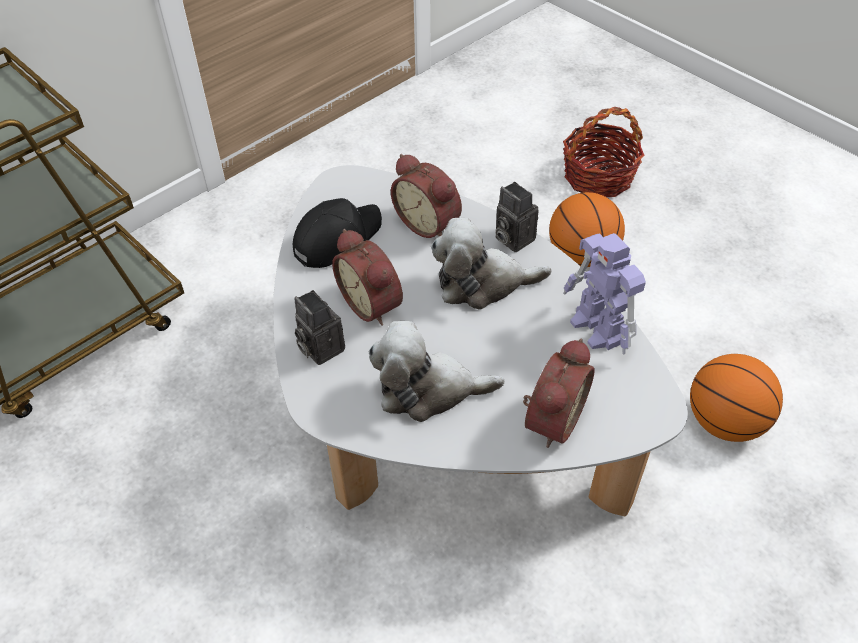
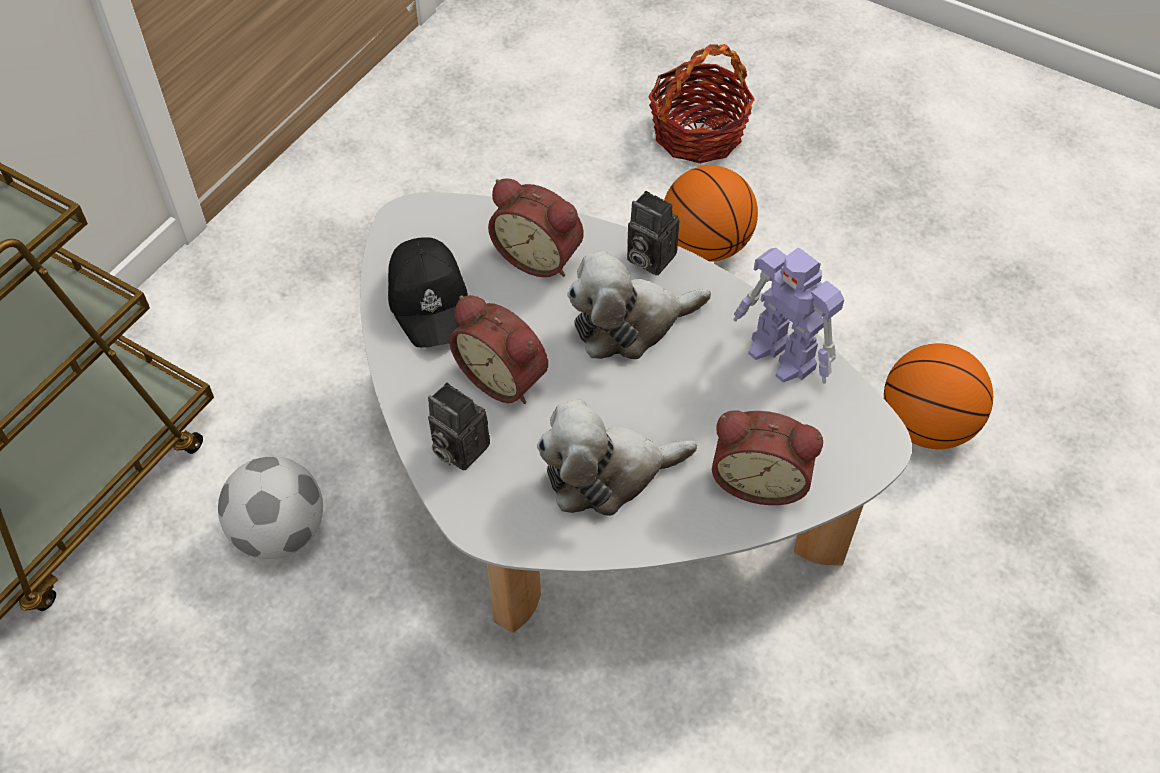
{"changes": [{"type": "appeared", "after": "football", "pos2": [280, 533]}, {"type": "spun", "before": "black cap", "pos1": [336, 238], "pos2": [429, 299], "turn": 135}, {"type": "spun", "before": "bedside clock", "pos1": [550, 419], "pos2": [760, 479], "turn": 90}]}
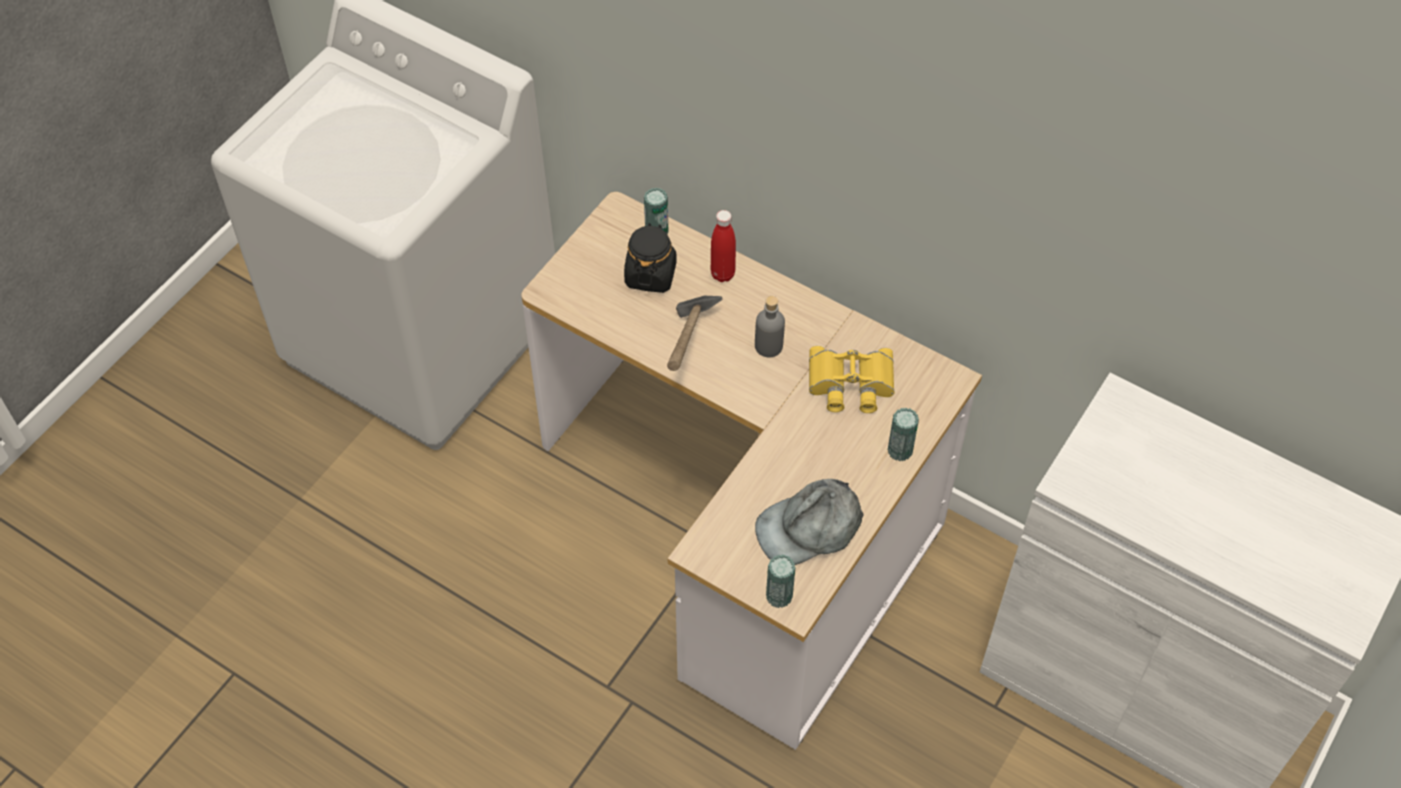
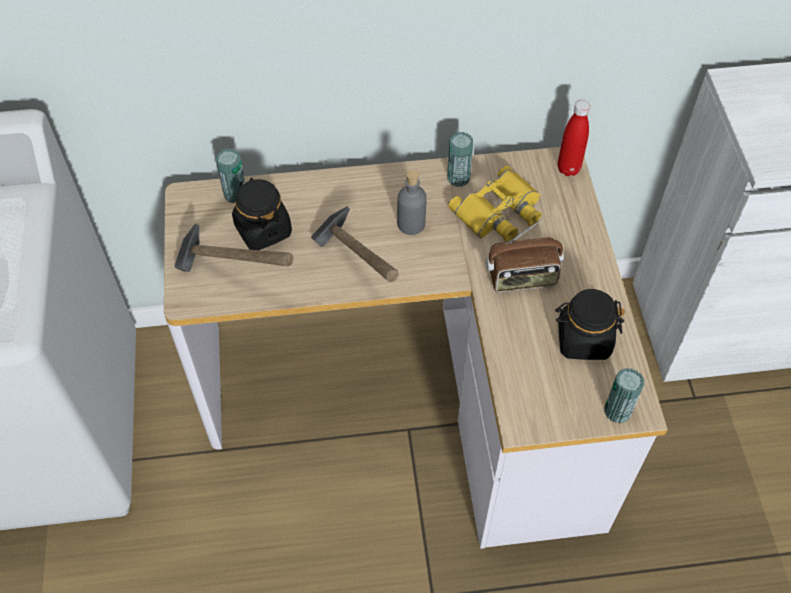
{"changes": [{"type": "appeared", "after": "tool hammer", "pos2": [235, 279]}, {"type": "relocated", "before": "sealed can", "pos1": [900, 450], "pos2": [458, 178]}, {"type": "appeared", "after": "radio", "pos2": [522, 279]}, {"type": "exchanged", "before": "greyish cap", "after": "black jar", "pos1": [810, 527], "pos2": [583, 340]}, {"type": "relocated", "before": "reddish beverage bottle", "pos1": [722, 274], "pos2": [568, 169]}]}
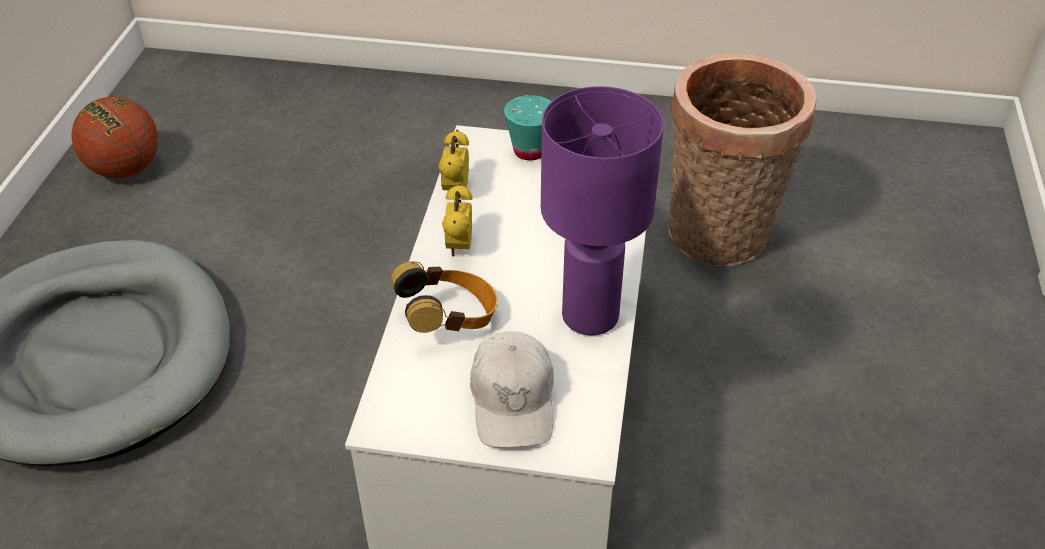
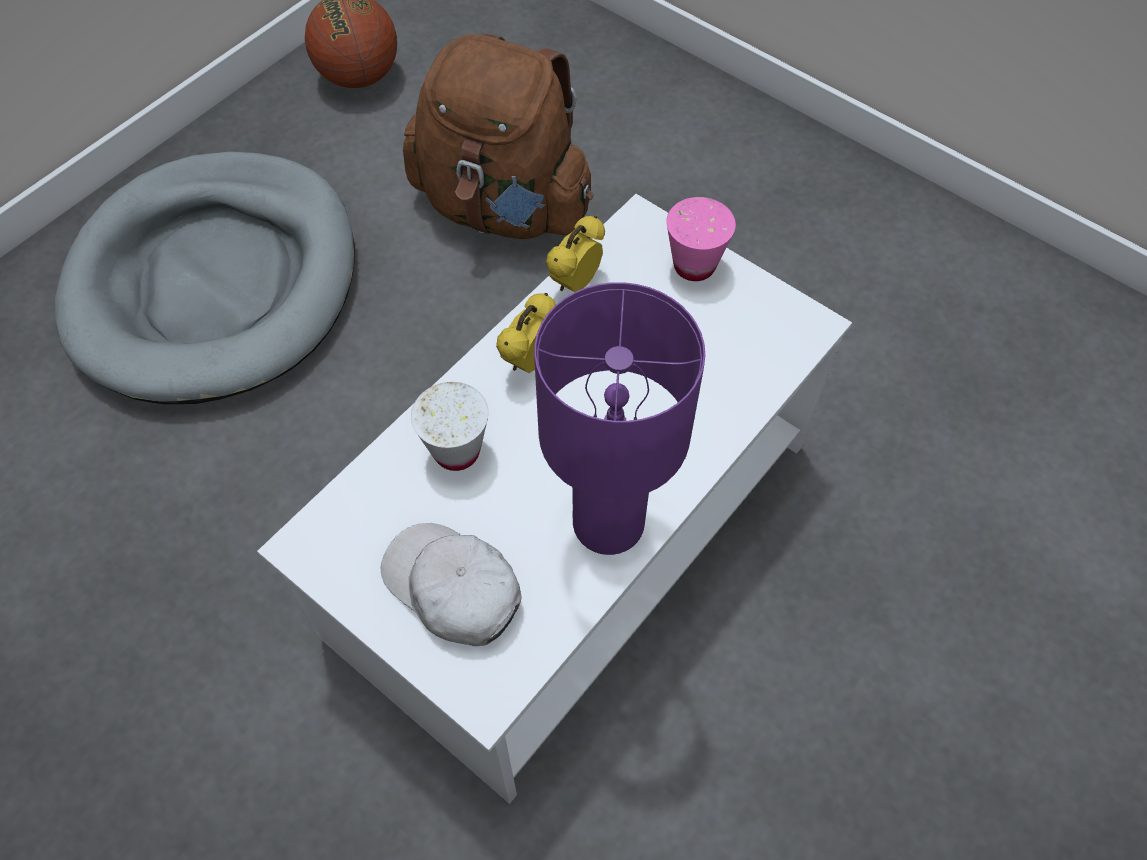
{"changes": [{"type": "spun", "before": "white-coloured cap", "pos1": [513, 400], "pos2": [453, 588], "turn": 105}, {"type": "appeared", "after": "brown rucksack", "pos2": [503, 206]}, {"type": "exchanged", "before": "headset", "after": "white-coloured small cup", "pos1": [449, 319], "pos2": [456, 451]}, {"type": "colour", "before": "blue-green small cup", "after": "pinkish small cup", "pos1": [530, 151], "pos2": [694, 265]}, {"type": "missing", "before": "basket", "pos1": [720, 238]}]}
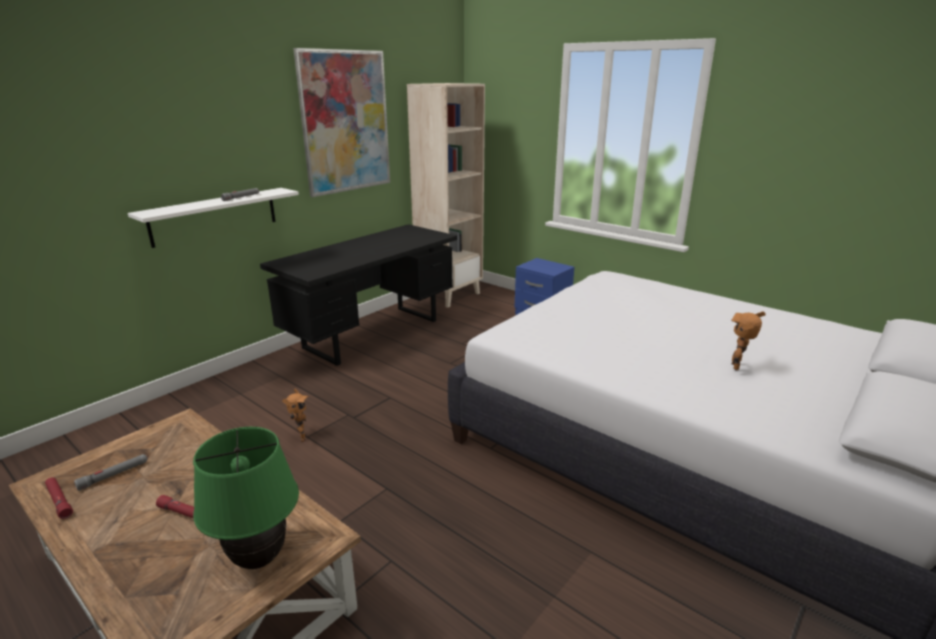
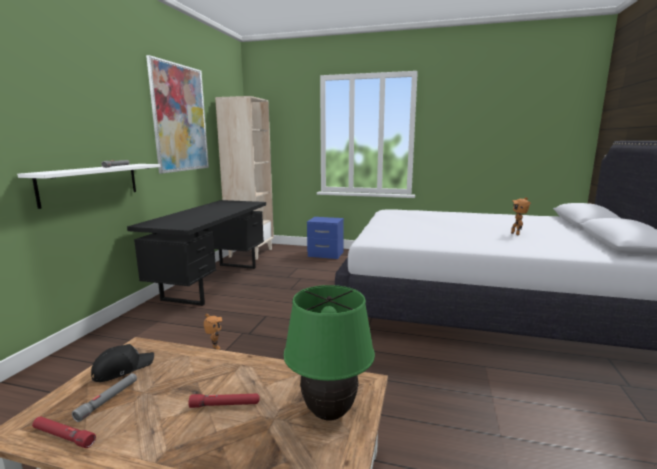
{"changes": [{"type": "appeared", "after": "black cap", "pos2": [122, 368]}]}
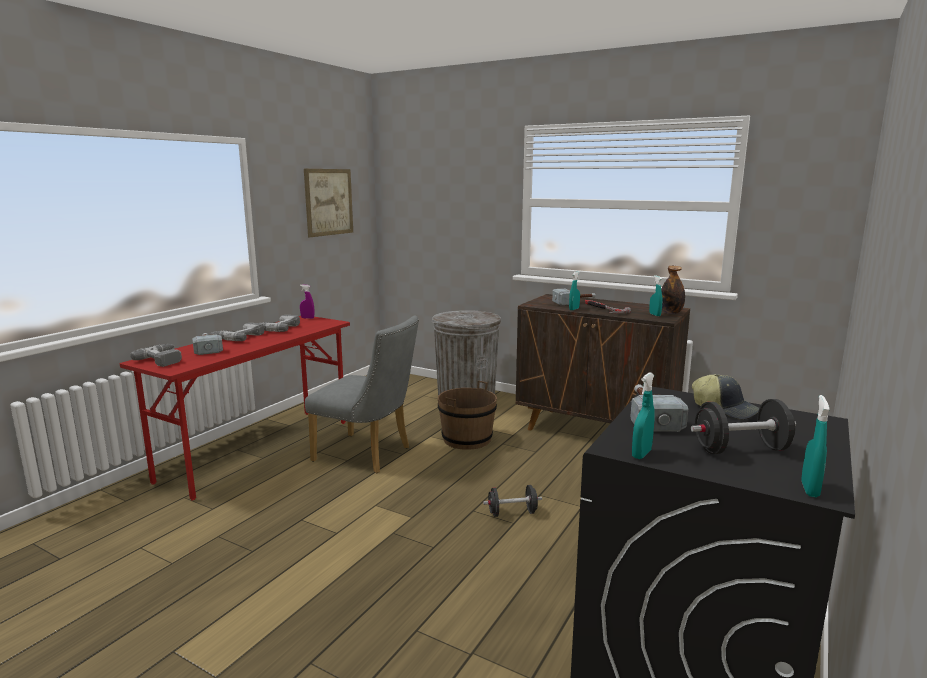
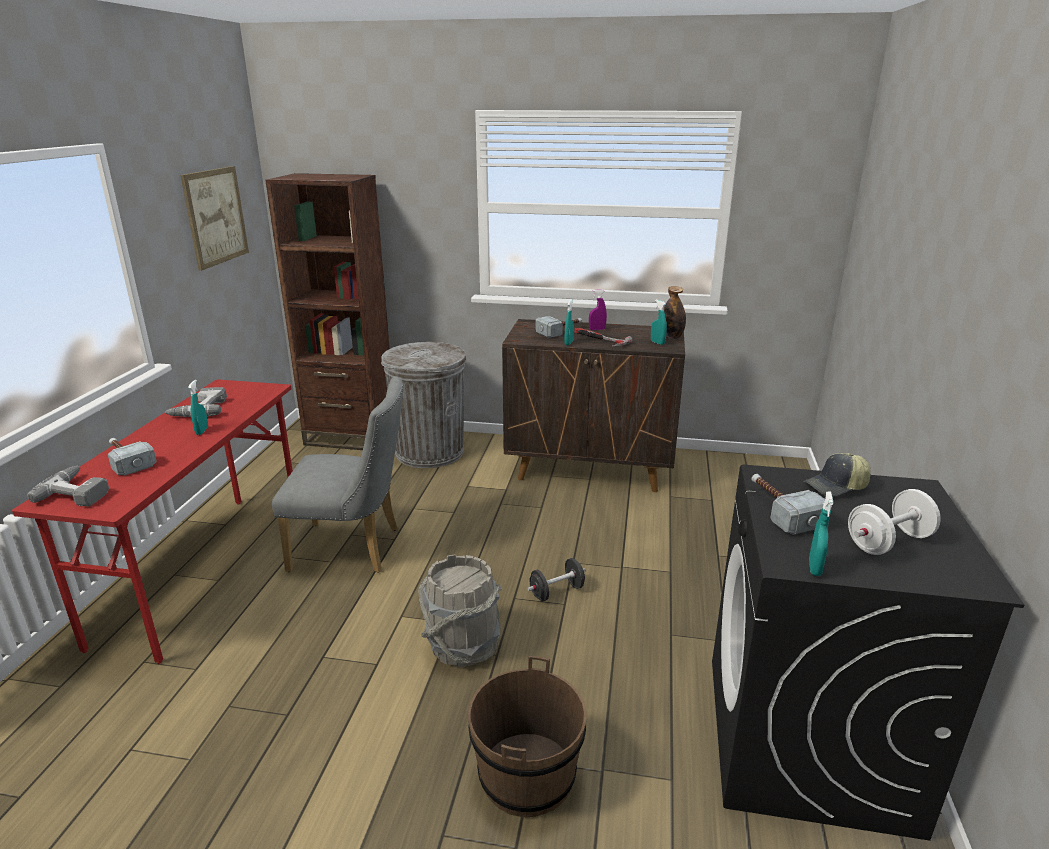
{"changes": [{"type": "relocated", "before": "blue-green sprayer", "pos1": [810, 489], "pos2": [202, 431]}, {"type": "appeared", "after": "brown bookcase", "pos2": [351, 436]}, {"type": "appeared", "after": "greyish water bucket", "pos2": [463, 645]}, {"type": "relocated", "before": "brown water bucket", "pos1": [466, 439], "pos2": [526, 775]}, {"type": "relocated", "before": "purple sprayer", "pos1": [307, 318], "pos2": [597, 329]}, {"type": "spun", "before": "cap", "pos1": [725, 409], "pos2": [836, 487], "turn": 135}, {"type": "colour", "before": "black dumbbell", "after": "white-coloured dumbbell", "pos1": [740, 449], "pos2": [888, 542]}, {"type": "missing", "before": "drill", "pos1": [238, 337]}]}
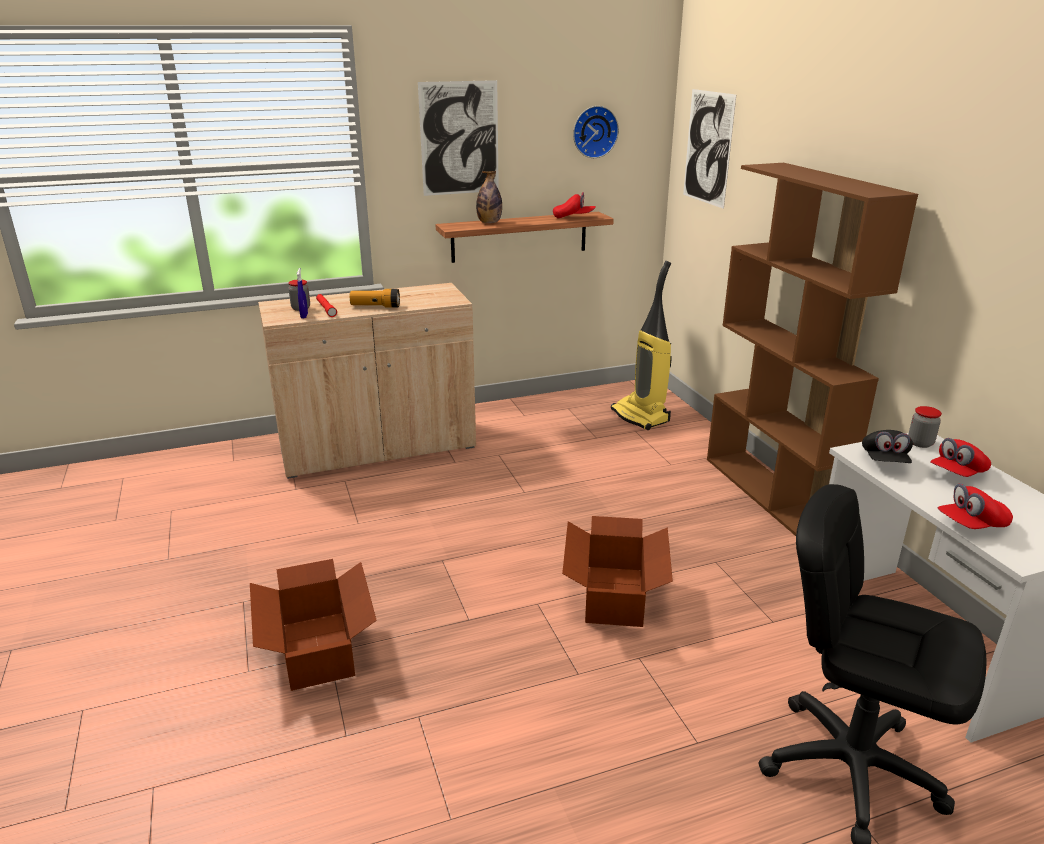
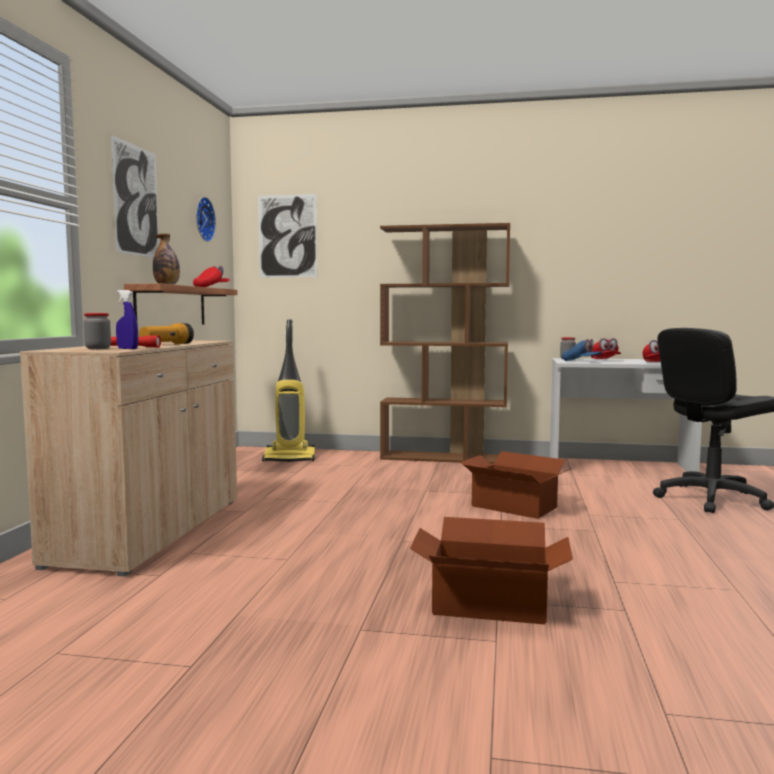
{"changes": [{"type": "colour", "before": "black cap", "after": "bluish cap", "pos1": [884, 461], "pos2": [581, 361]}]}
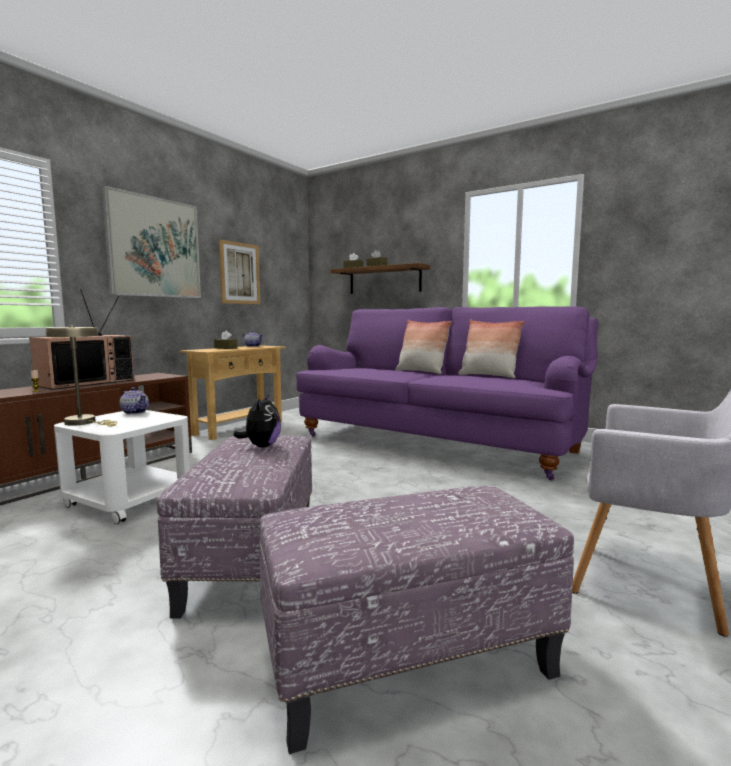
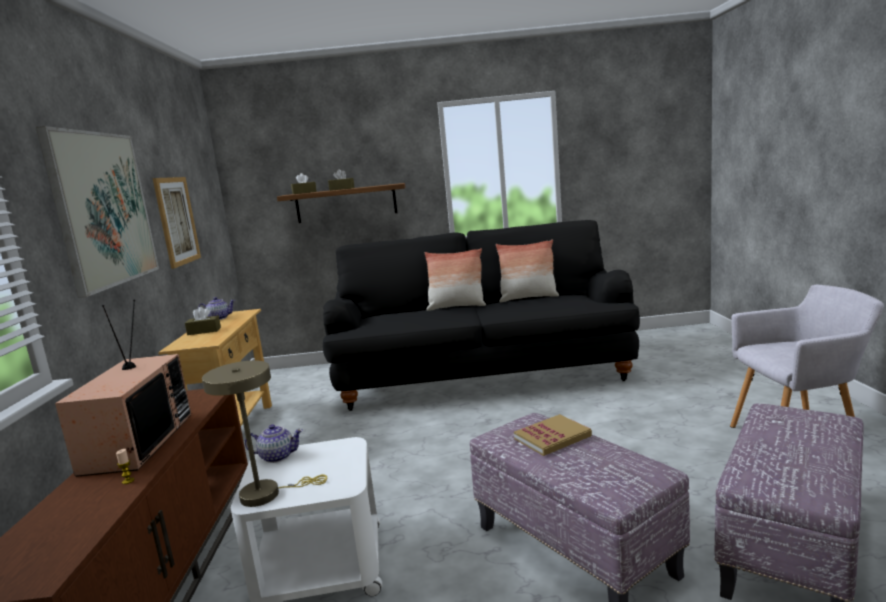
{"changes": [{"type": "colour", "before": "purple sofa", "after": "black sofa", "pos1": [437, 442], "pos2": [481, 375]}, {"type": "exchanged", "before": "plush toy", "after": "volume", "pos1": [261, 446], "pos2": [552, 437]}]}
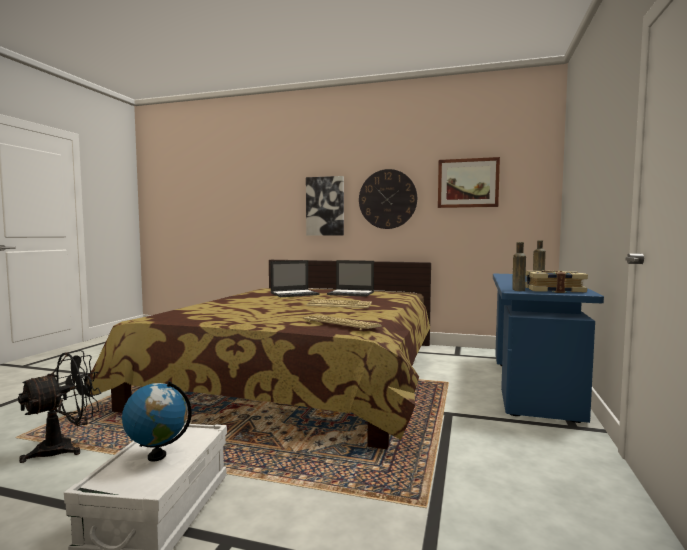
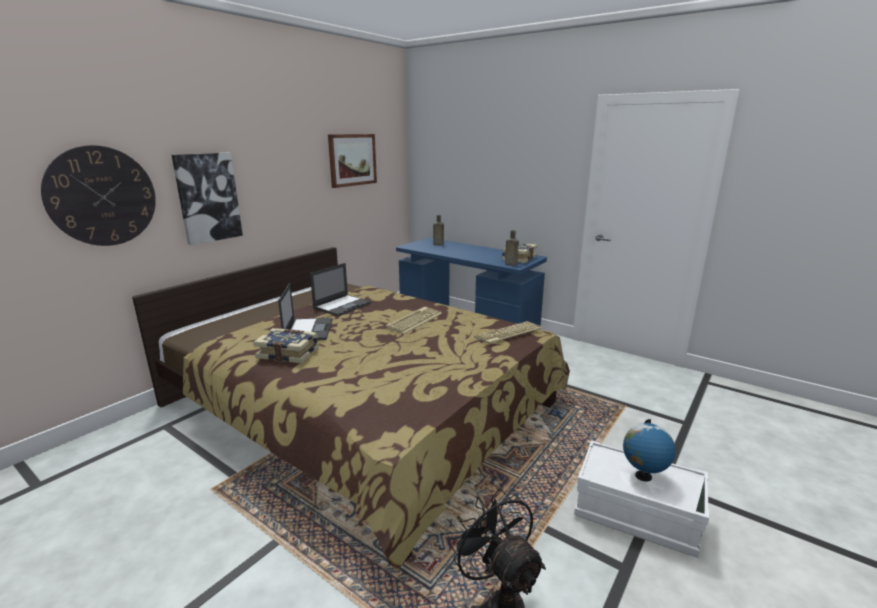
{"changes": [{"type": "relocated", "before": "wall clock", "pos1": [387, 199], "pos2": [102, 196]}, {"type": "appeared", "after": "volume", "pos2": [289, 353]}]}
